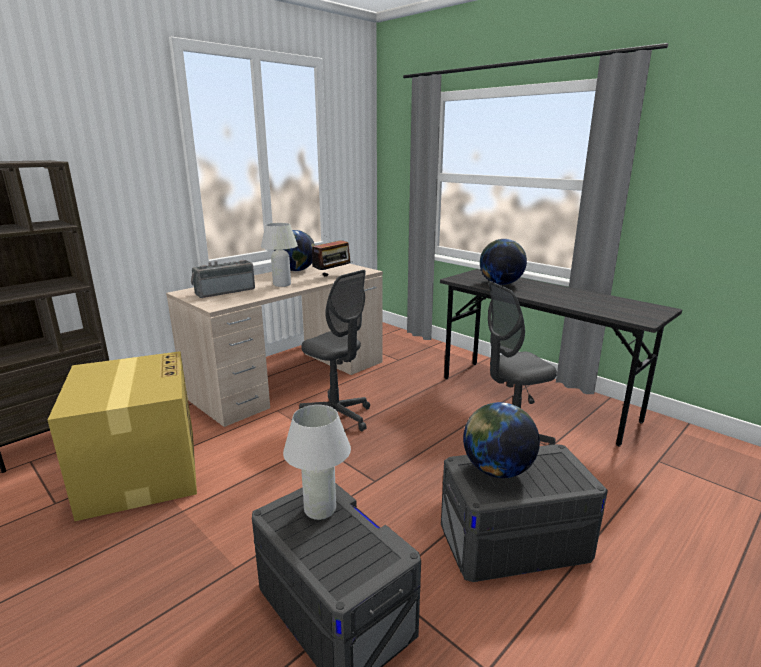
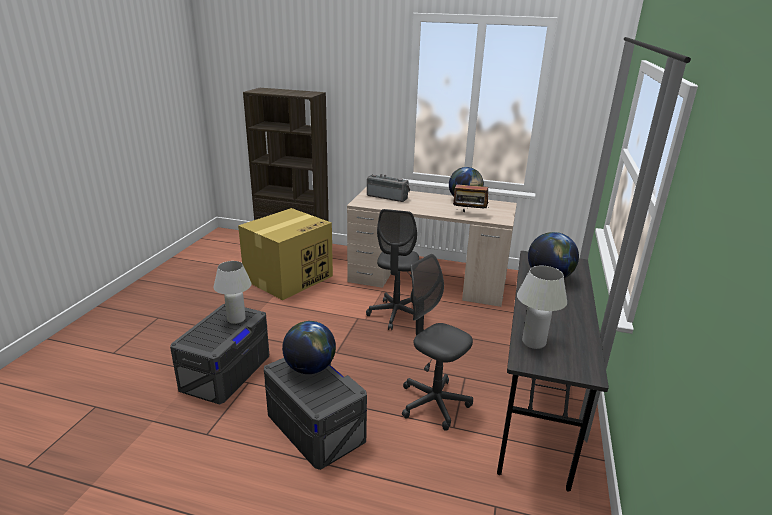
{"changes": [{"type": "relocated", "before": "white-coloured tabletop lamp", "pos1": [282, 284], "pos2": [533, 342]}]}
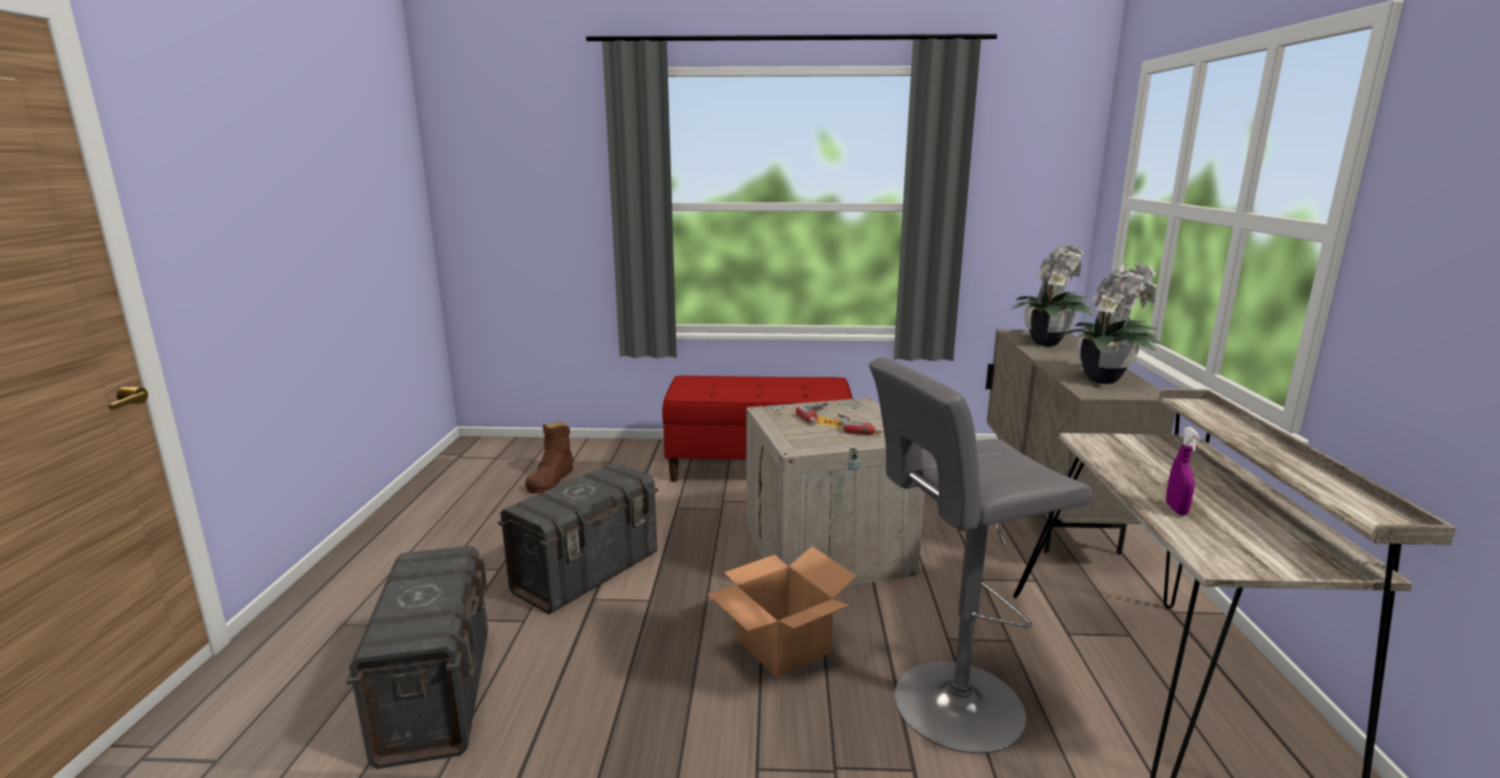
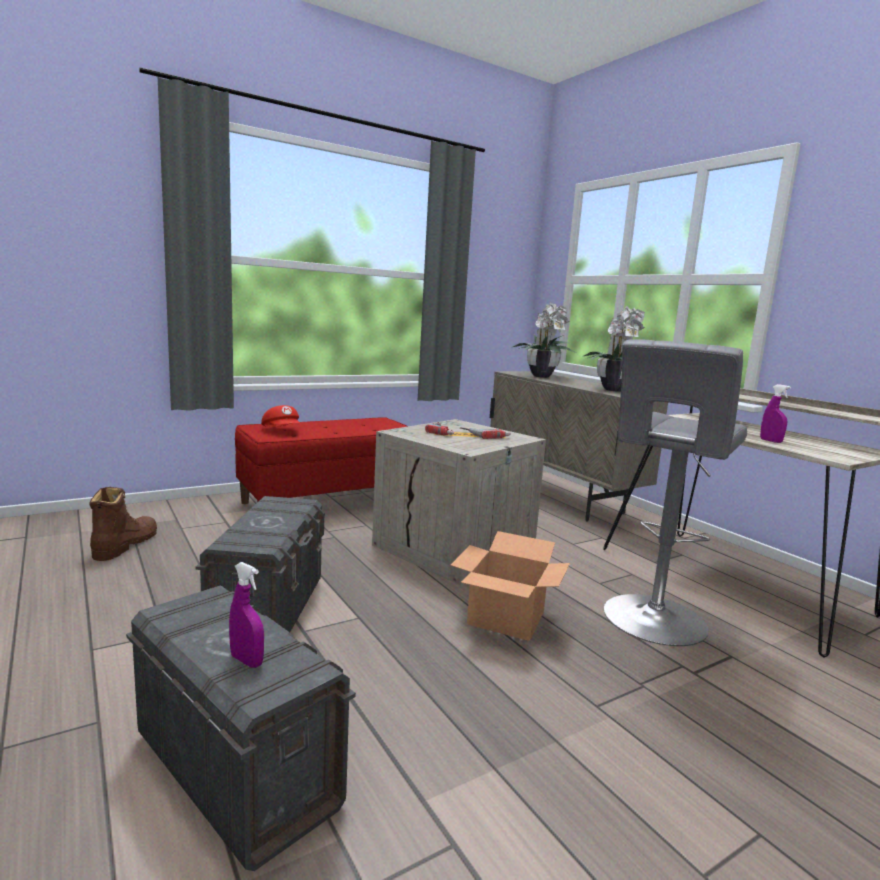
{"changes": [{"type": "spun", "before": "brown high-top boot", "pos1": [551, 479], "pos2": [125, 544], "turn": -150}, {"type": "appeared", "after": "purple sprayer", "pos2": [246, 660]}, {"type": "appeared", "after": "reddish cap", "pos2": [282, 430]}]}
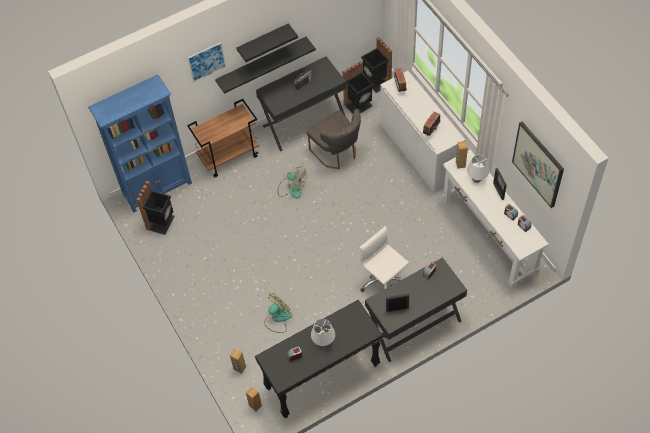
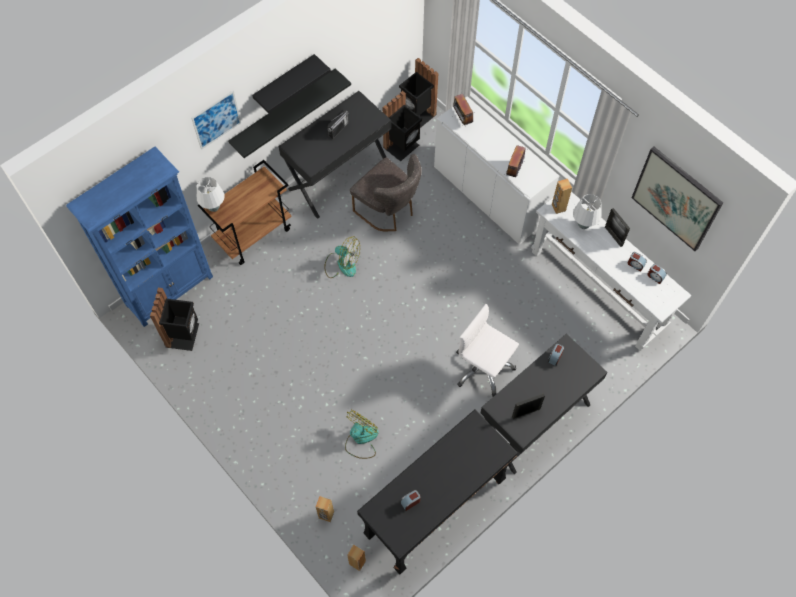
{"changes": [{"type": "relocated", "before": "white-coloured tabletop lamp", "pos1": [323, 342], "pos2": [213, 208]}]}
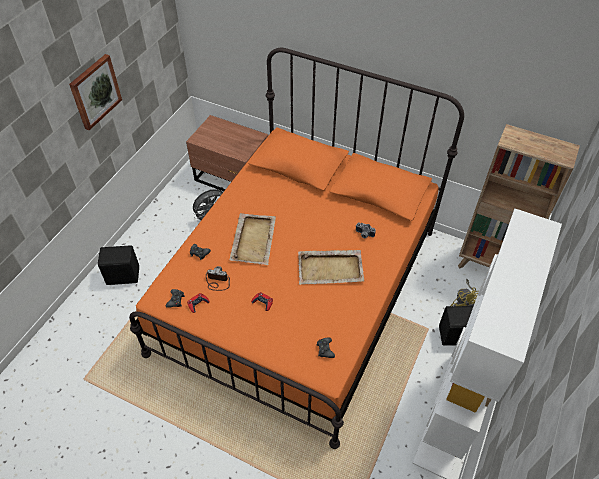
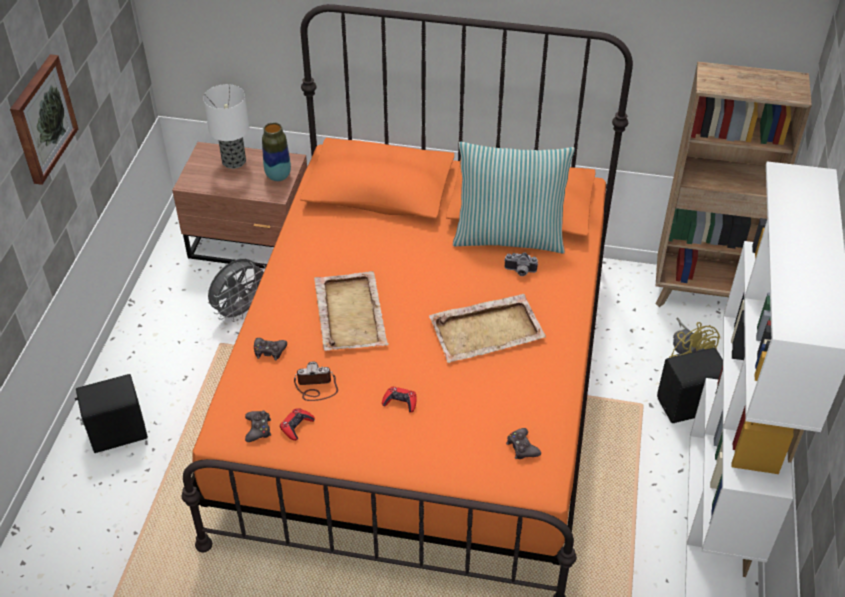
{"changes": [{"type": "appeared", "after": "tabletop lamp", "pos2": [233, 161]}, {"type": "appeared", "after": "flower vase", "pos2": [278, 176]}, {"type": "appeared", "after": "cushion", "pos2": [509, 236]}]}
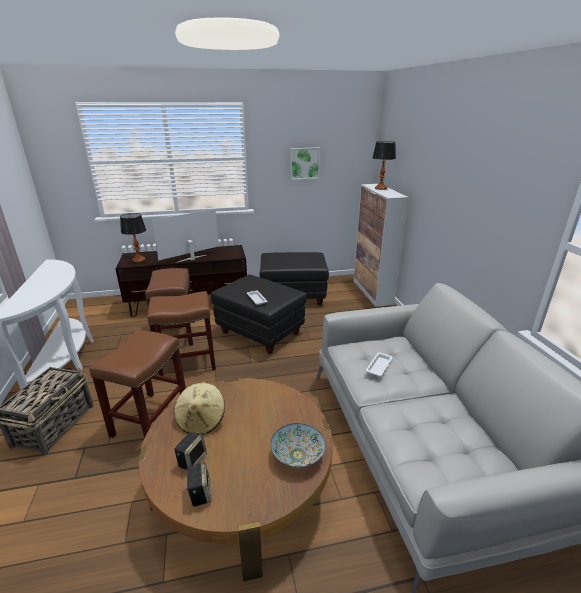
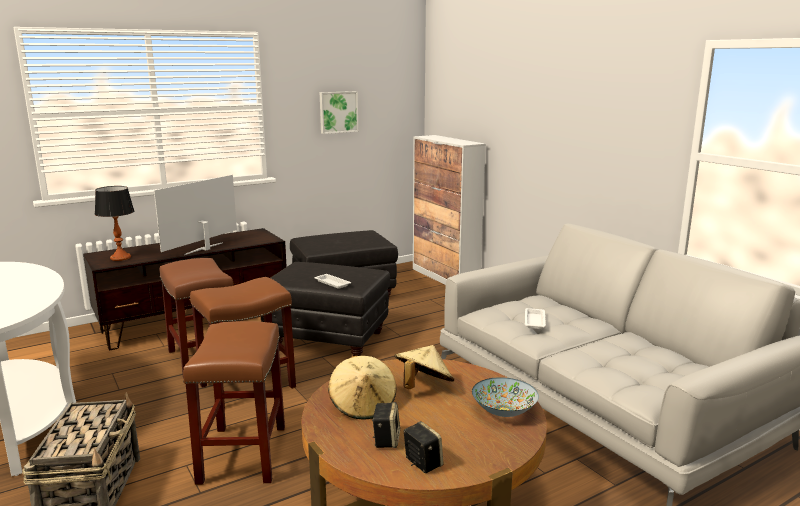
{"changes": [{"type": "appeared", "after": "sand-coloured hat", "pos2": [423, 386]}, {"type": "missing", "before": "tabletop lamp", "pos1": [380, 188]}]}
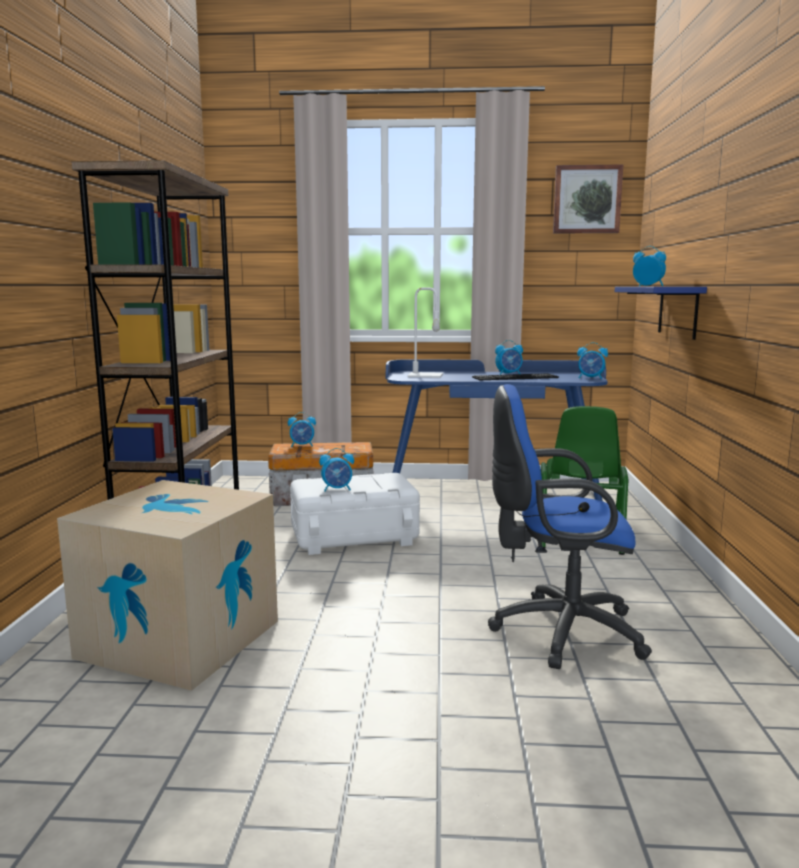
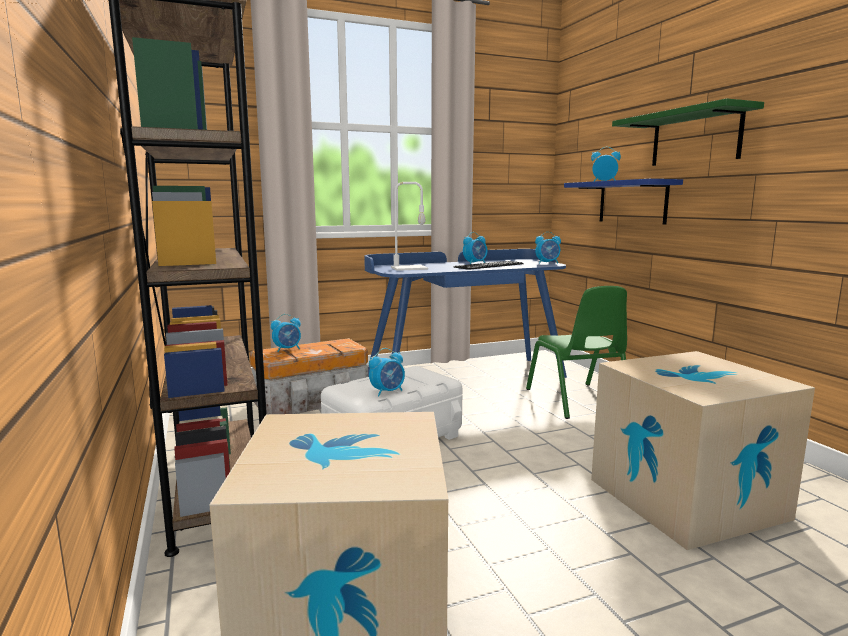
{"changes": [{"type": "exchanged", "before": "bluish office chair", "after": "carton", "pos1": [559, 631], "pos2": [686, 498]}, {"type": "appeared", "after": "green-coloured bracket shelf", "pos2": [695, 138]}, {"type": "missing", "before": "wall picture", "pos1": [586, 199]}]}
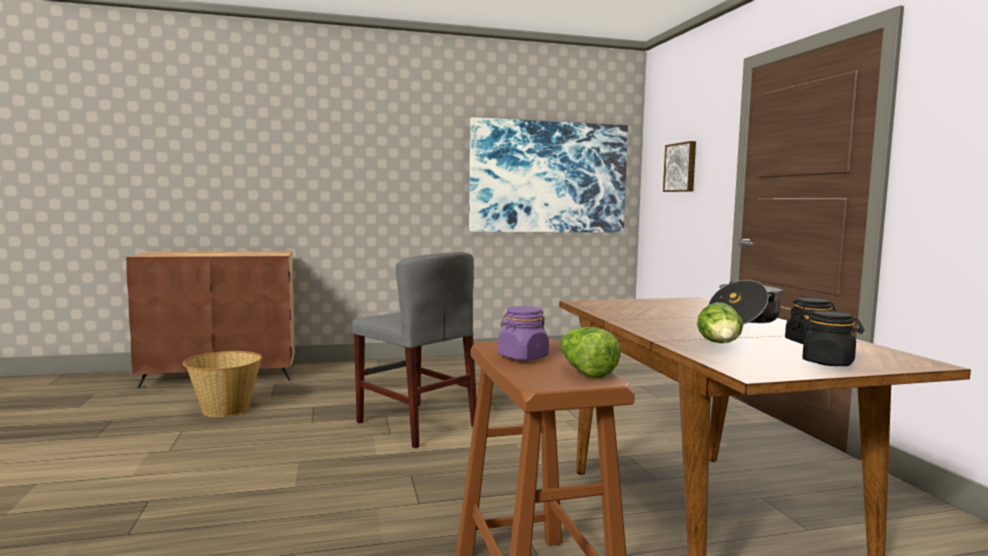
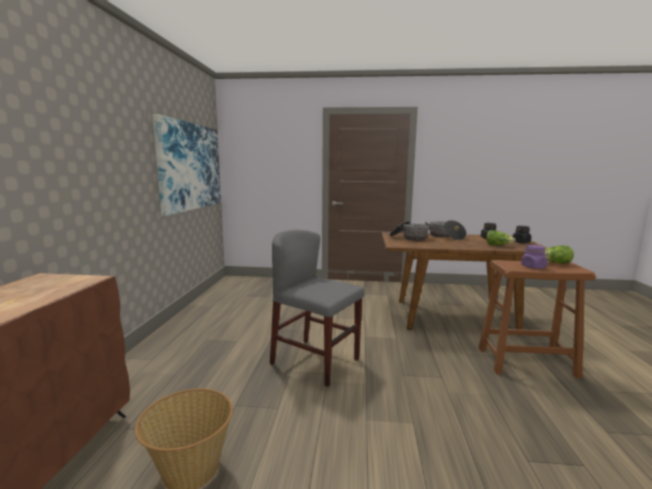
{"changes": [{"type": "spun", "before": "greyish upright chair", "pos1": [416, 424], "pos2": [315, 361], "turn": -120}, {"type": "appeared", "after": "cooking pot", "pos2": [409, 238]}, {"type": "missing", "before": "wall picture", "pos1": [681, 167]}]}
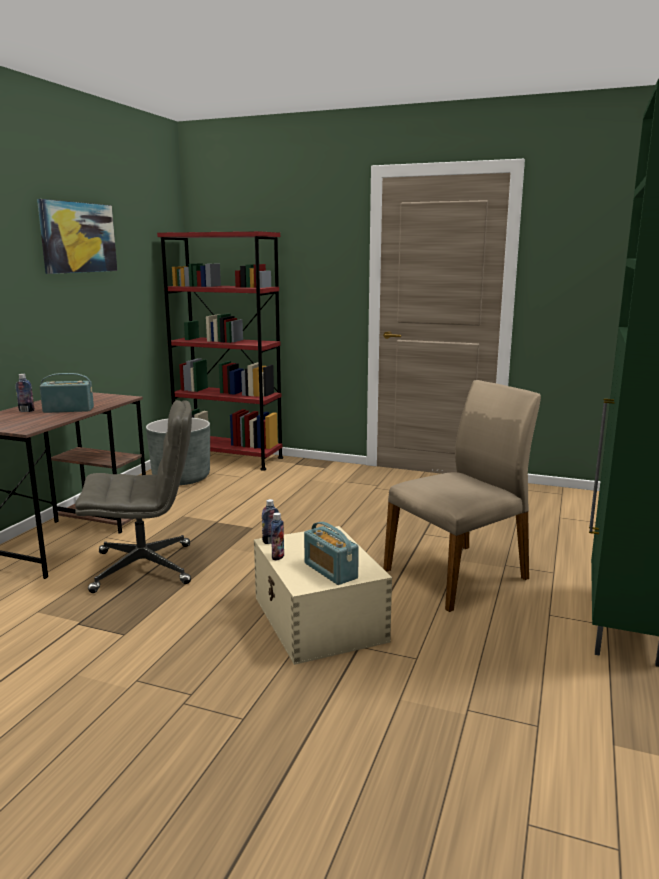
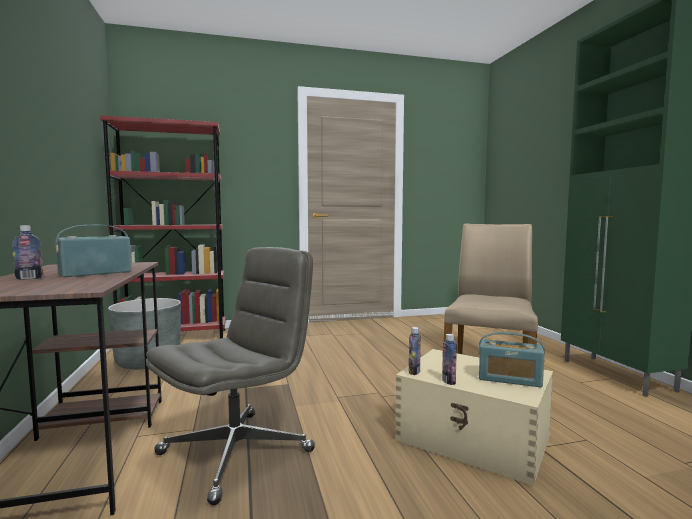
{"changes": [{"type": "missing", "before": "wall picture", "pos1": [78, 237]}]}
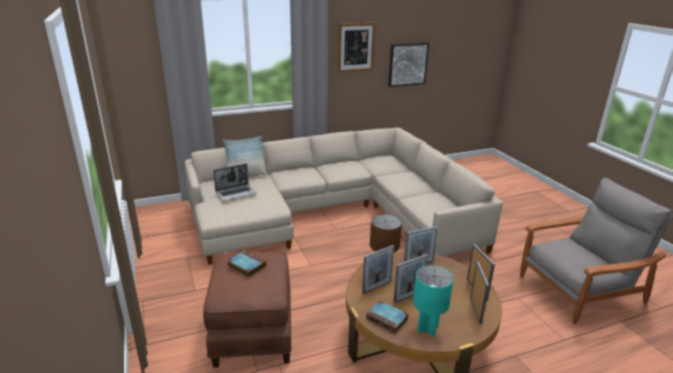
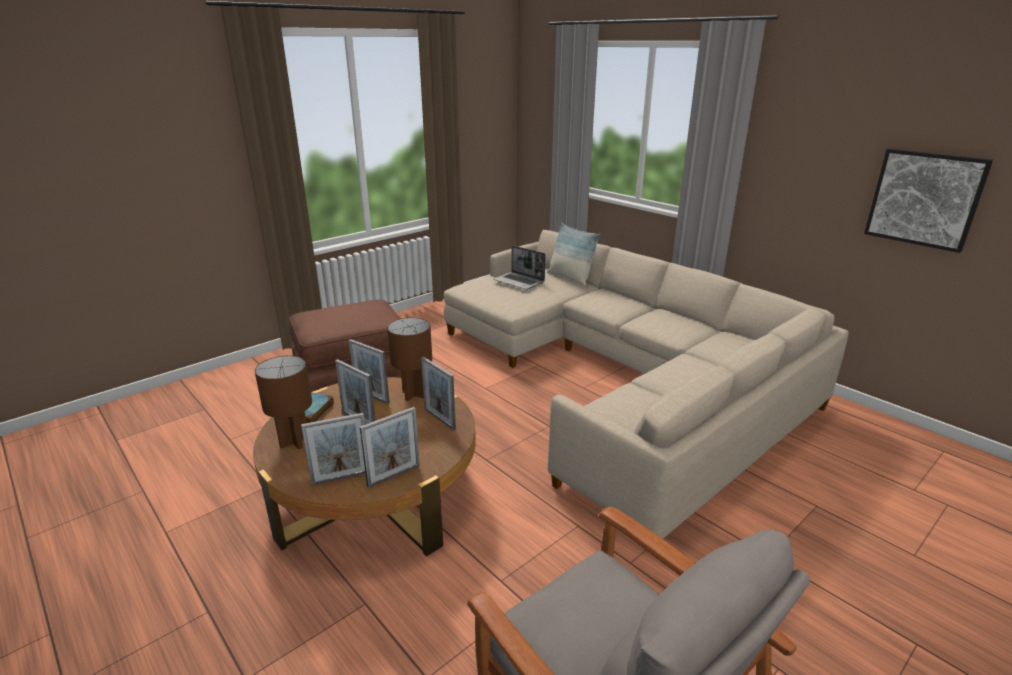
{"changes": [{"type": "colour", "before": "blue-green tabletop lamp", "after": "brown tabletop lamp", "pos1": [427, 329], "pos2": [295, 442]}, {"type": "missing", "before": "volume", "pos1": [246, 266]}, {"type": "missing", "before": "wall picture", "pos1": [356, 47]}]}
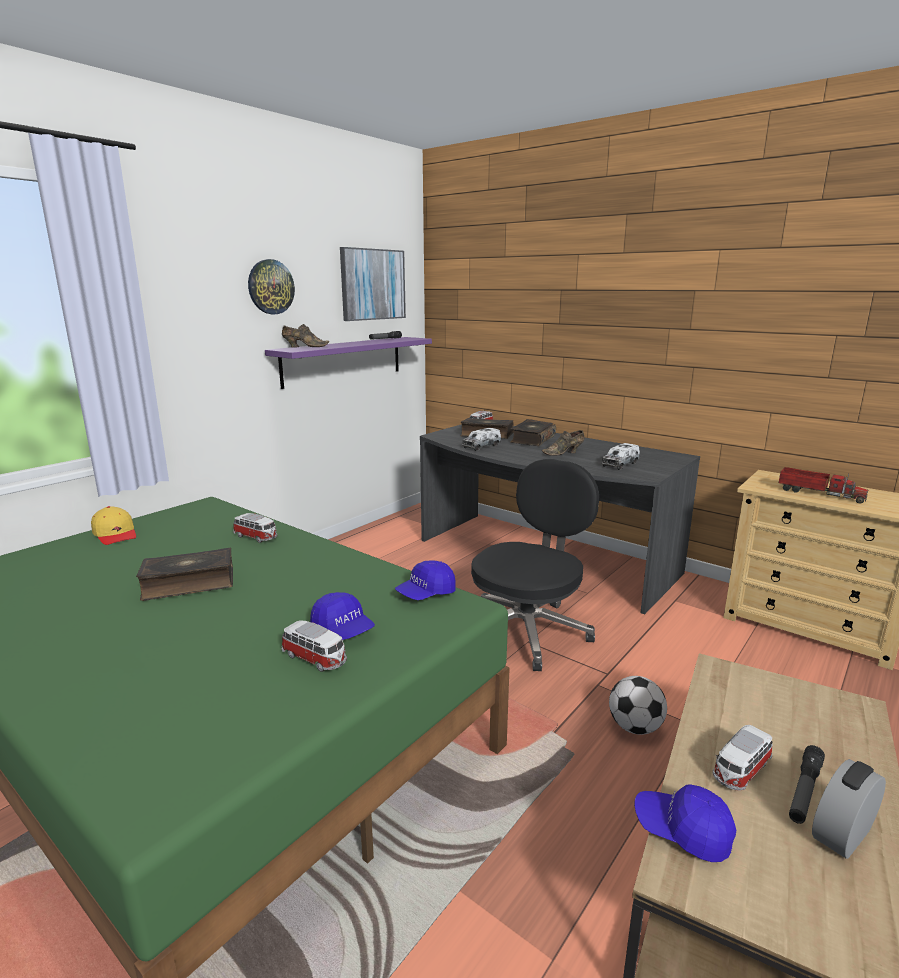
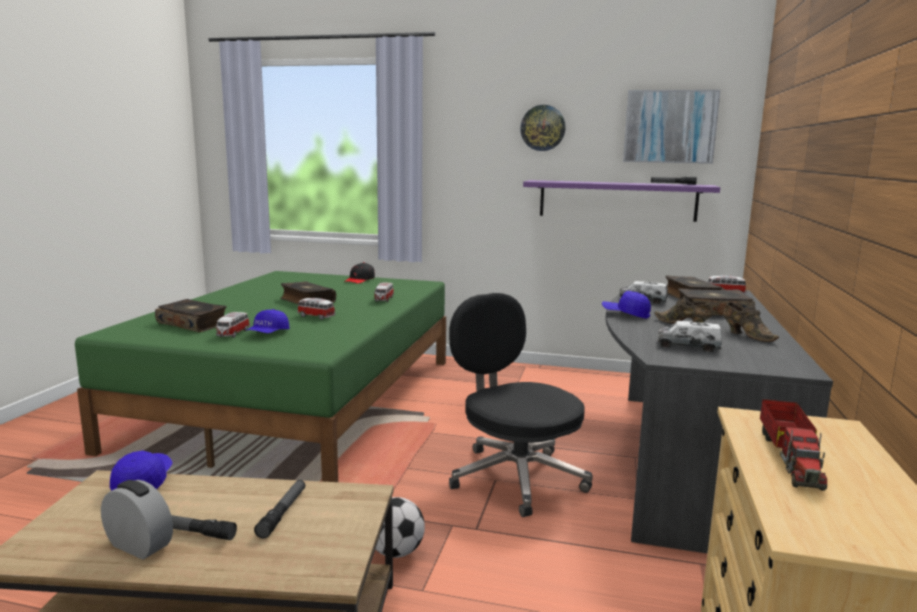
{"changes": [{"type": "appeared", "after": "volume", "pos2": [193, 324]}, {"type": "appeared", "after": "hand torch", "pos2": [282, 513]}, {"type": "relocated", "before": "toy car", "pos1": [740, 770], "pos2": [315, 316]}, {"type": "colour", "before": "yellow-coloured cap", "after": "black cap", "pos1": [115, 534], "pos2": [360, 280]}, {"type": "spun", "before": "black office chair", "pos1": [528, 631], "pos2": [515, 477], "turn": -135}, {"type": "relocated", "before": "bluish cap", "pos1": [426, 594], "pos2": [625, 314]}, {"type": "relocated", "before": "brown low shoe", "pos1": [304, 347], "pos2": [746, 335]}]}
